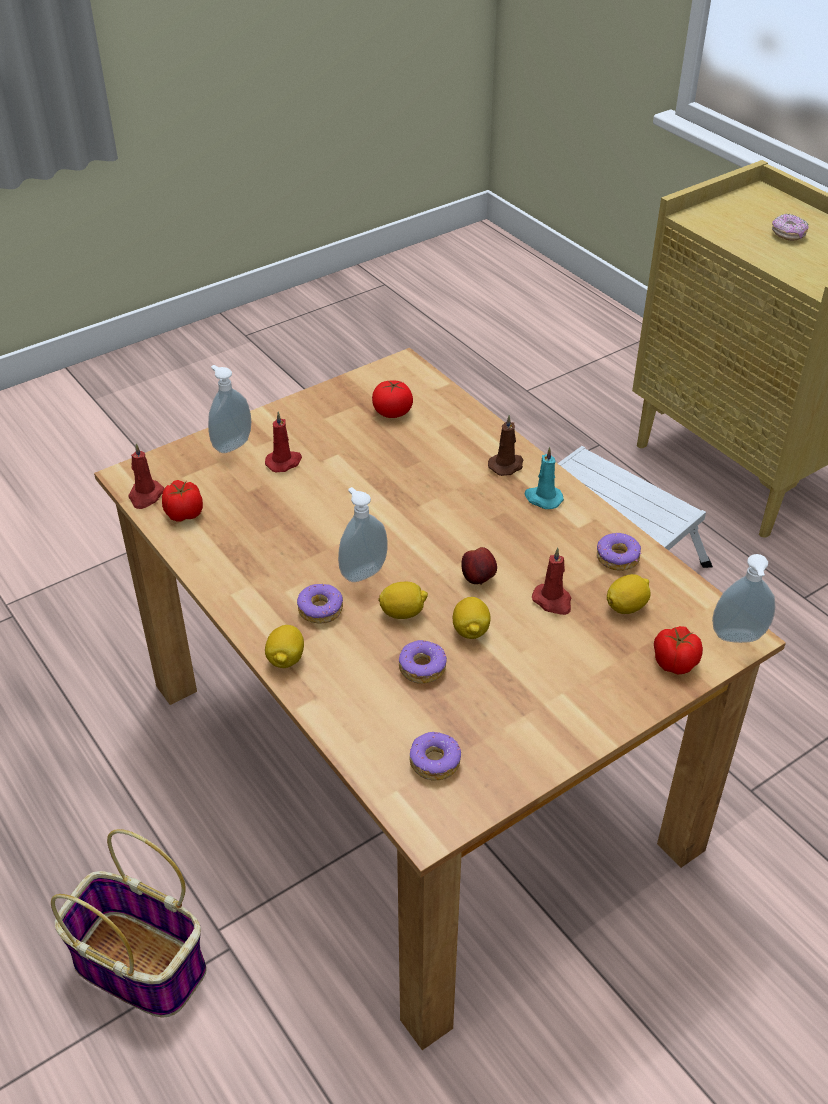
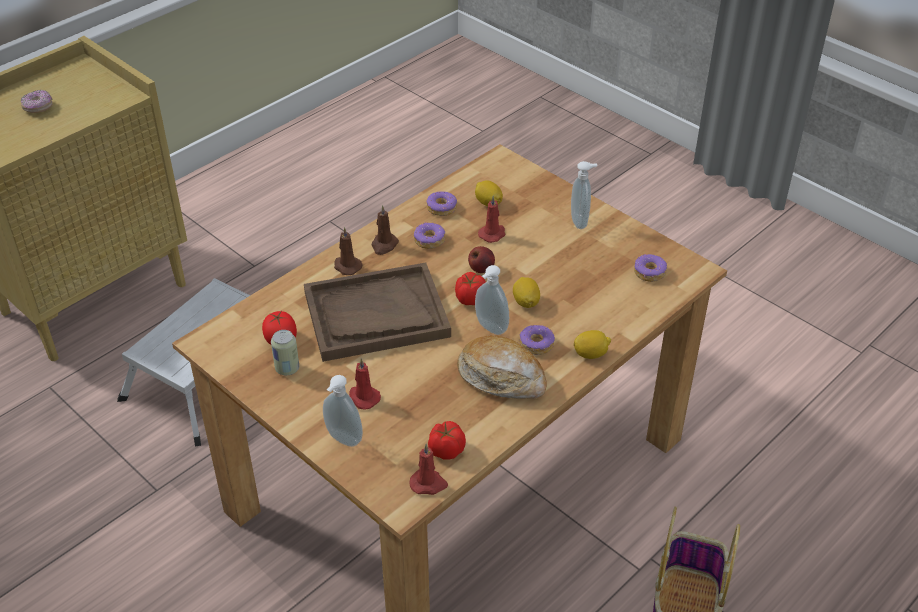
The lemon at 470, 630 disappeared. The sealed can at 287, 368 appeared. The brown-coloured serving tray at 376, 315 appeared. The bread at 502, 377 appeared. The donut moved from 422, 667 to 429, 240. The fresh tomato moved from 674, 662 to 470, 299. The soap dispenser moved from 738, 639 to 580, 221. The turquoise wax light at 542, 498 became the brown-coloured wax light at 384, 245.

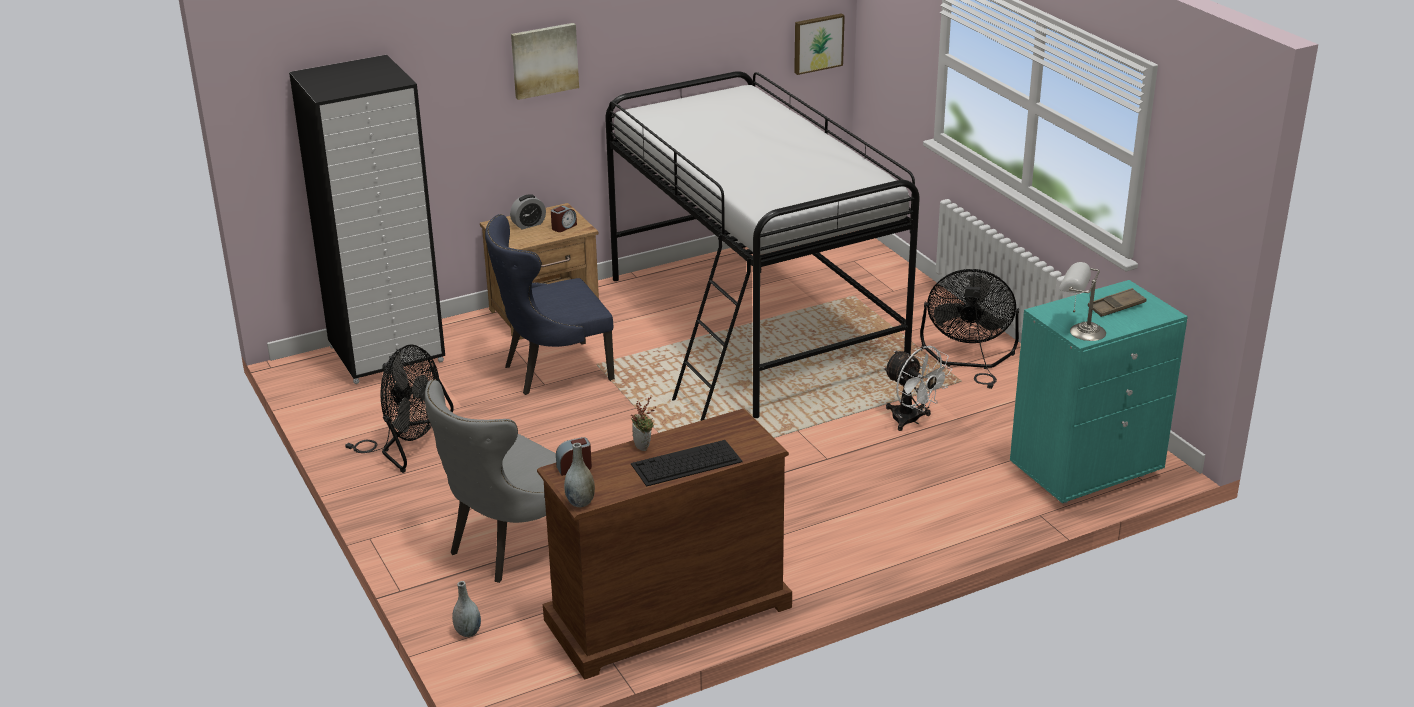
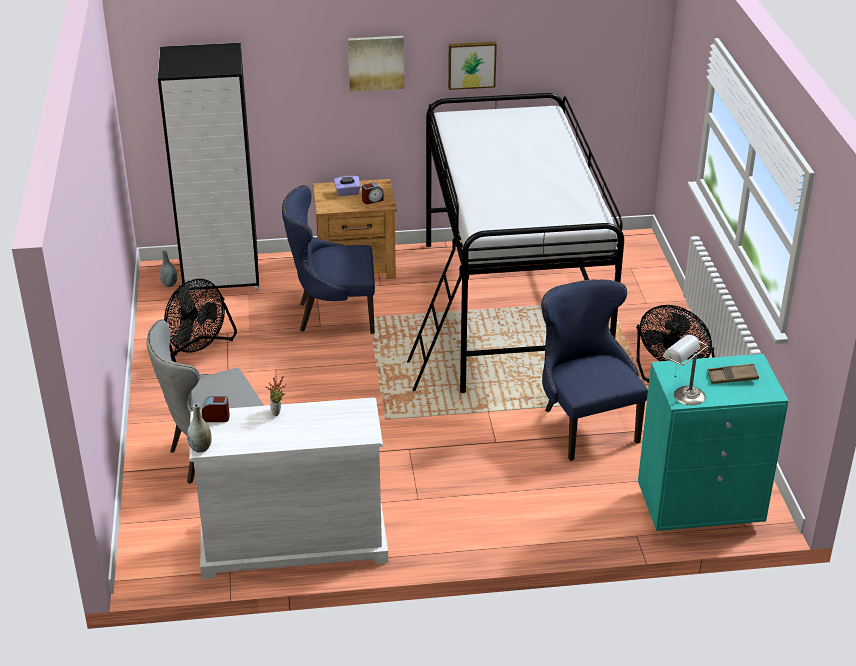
The keyboard at 685, 463 disappeared. The grey decorative vase moved from 468, 632 to 169, 284. The picture moved from 817, 43 to 471, 64. The table clock at 528, 224 was replaced by the purplish tissue box at 347, 192. The whitish electric fan at 911, 421 was replaced by the bluish upright chair at 585, 425. The brown-coloured drawer chest at 667, 615 became the whitish drawer chest at 292, 543.

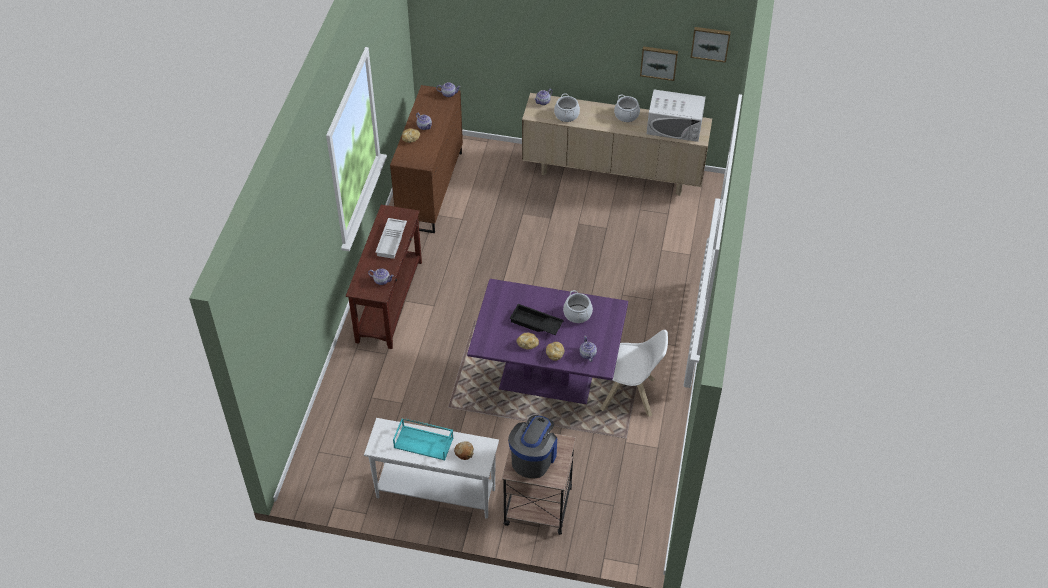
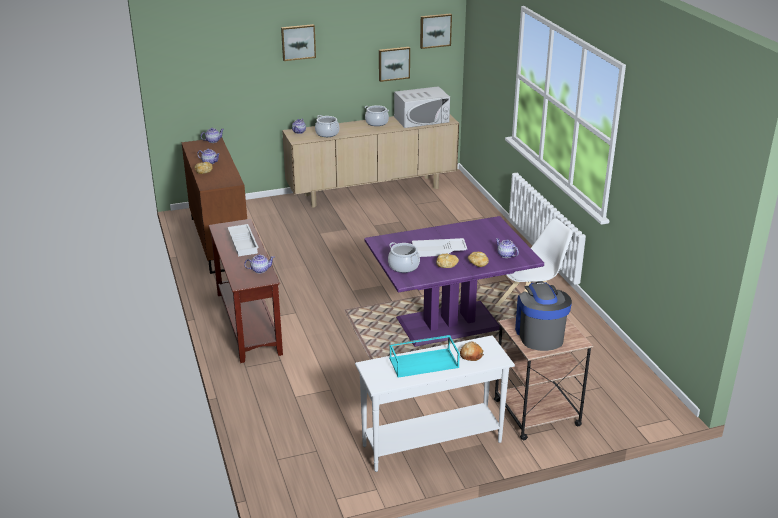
The picture at 298, 42 appeared. The saucepot moved from 577, 314 to 403, 266. The black serving tray at 535, 323 became the whitish serving tray at 438, 251.

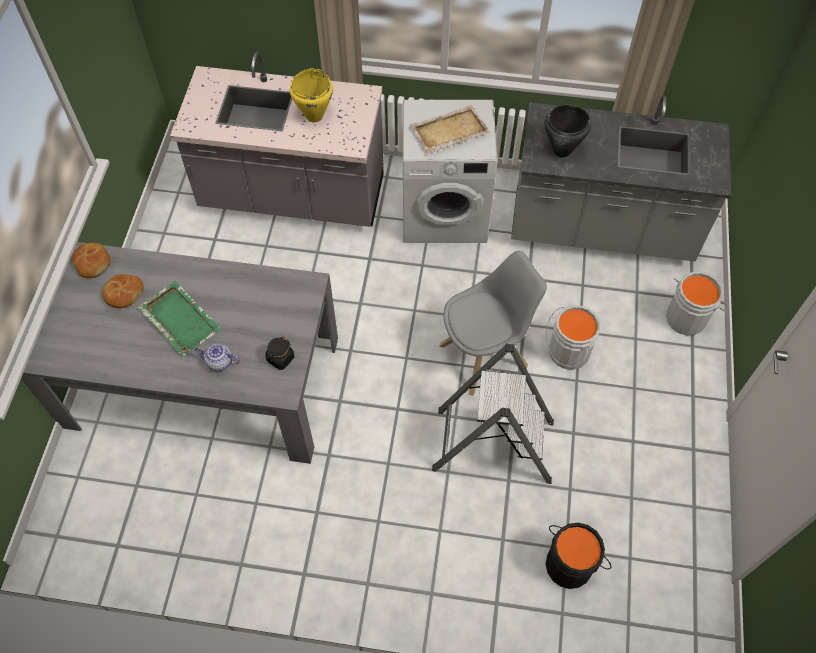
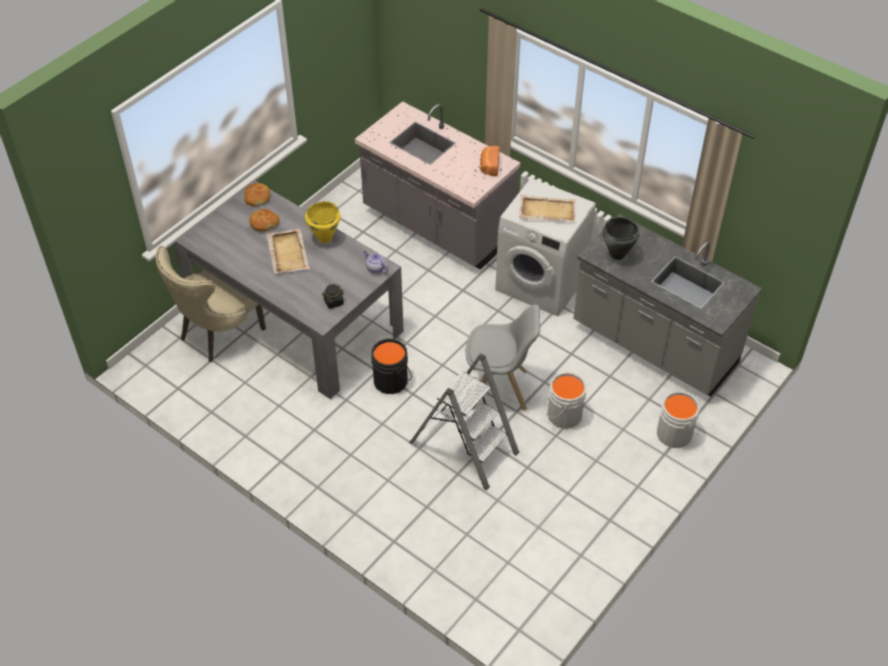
The beige upright chair at 218, 333 appeared. The bread at 489, 166 appeared. The teapot moved from 219, 362 to 375, 268. The yellow-coloured saucepot moved from 314, 116 to 324, 238. The black pail moved from 570, 563 to 392, 380. The green serving tray at 179, 319 became the beige serving tray at 288, 252.

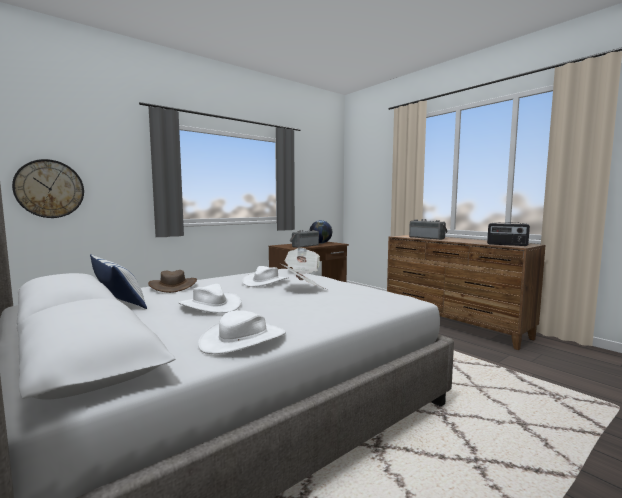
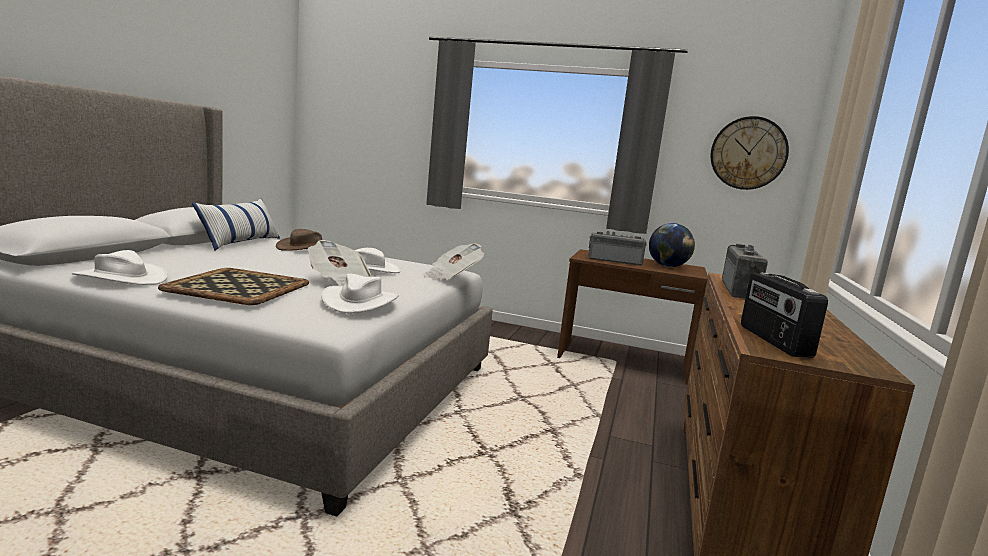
The serving tray at 238, 286 appeared. The wall clock moved from 49, 189 to 748, 153. The whitish clothing hat moved from 210, 305 to 360, 301.

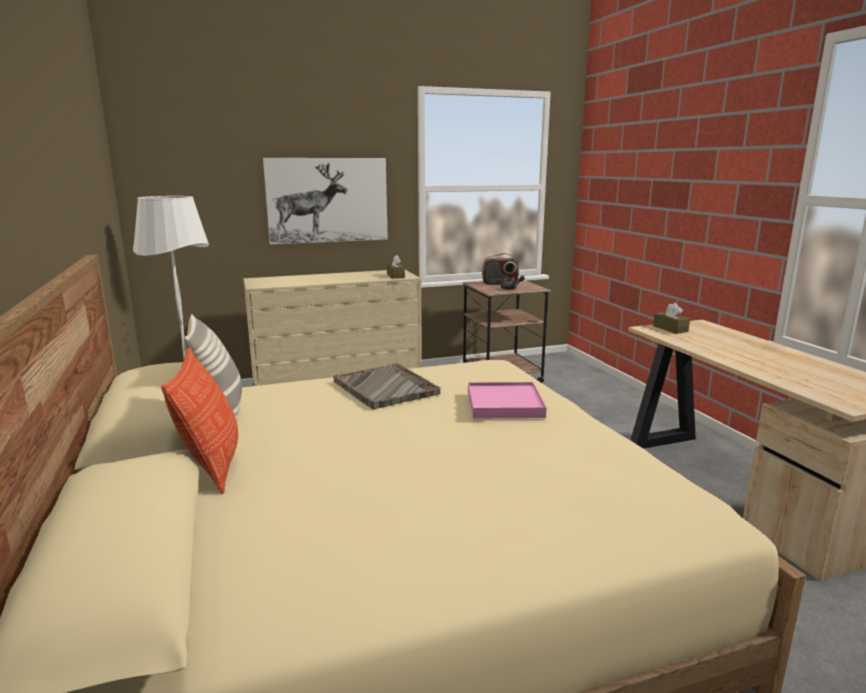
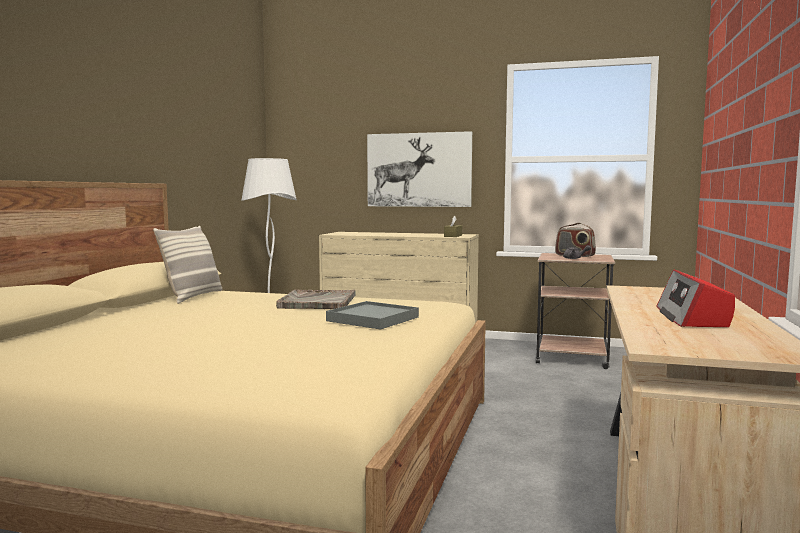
The orange-coloured cushion at 212, 466 disappeared. The brown-coloured tissue box at 670, 329 disappeared. The radio at 692, 317 appeared. The pinkish serving tray at 504, 404 became the grey serving tray at 372, 319.

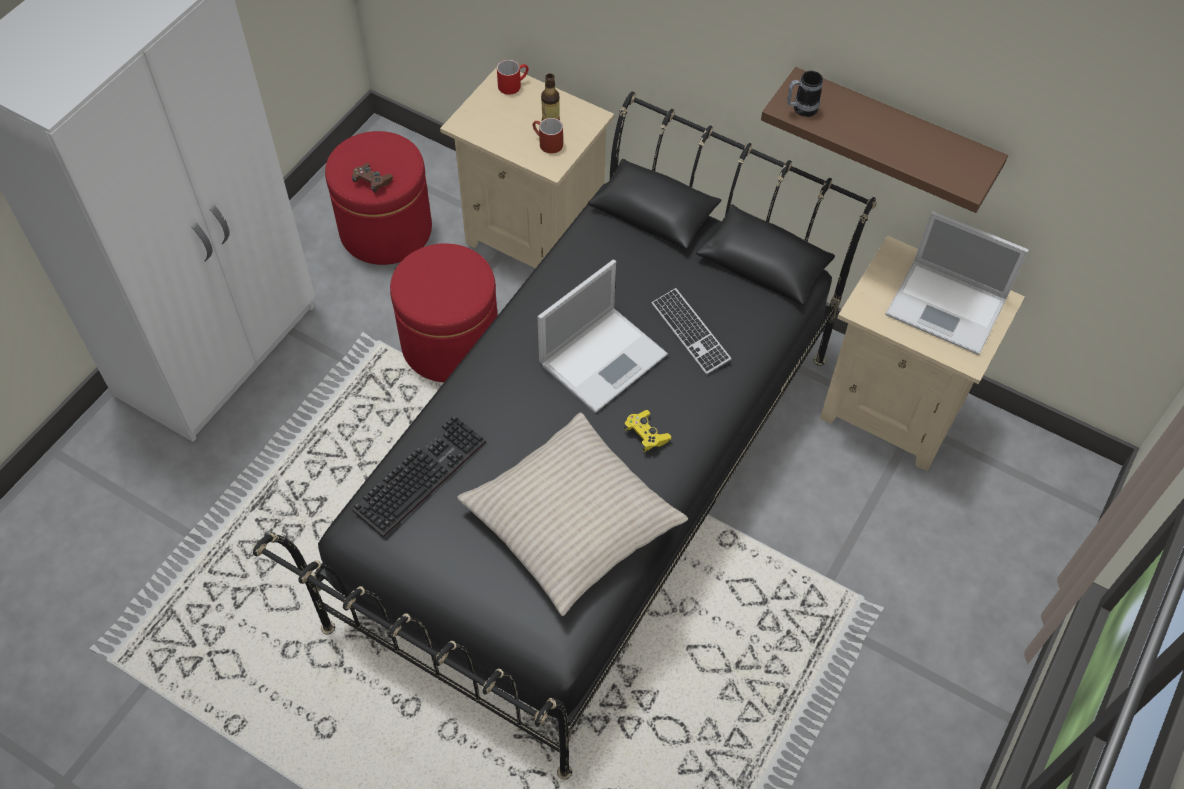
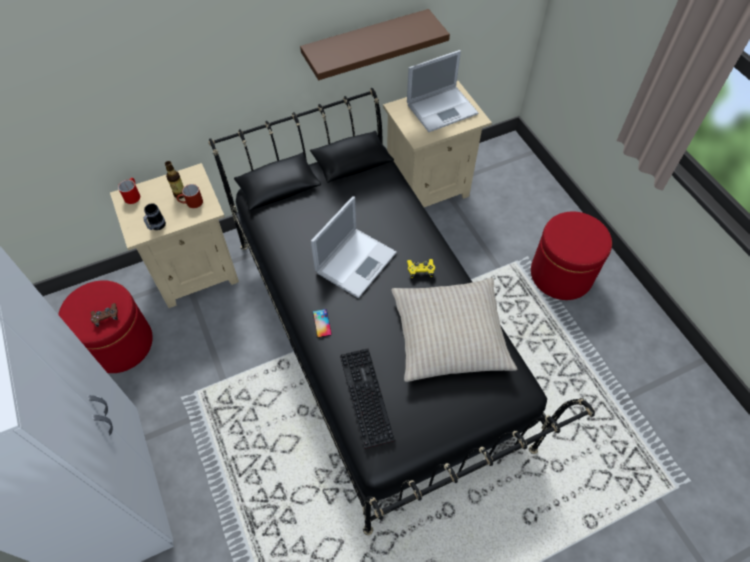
The keyboard at 690, 332 disappeared. The telephone at 322, 323 appeared. The red-coloured footrest moved from 450, 343 to 561, 274. The tea mug moved from 800, 109 to 156, 227. The laptop at 604, 357 turned 45 degrees clockwise.

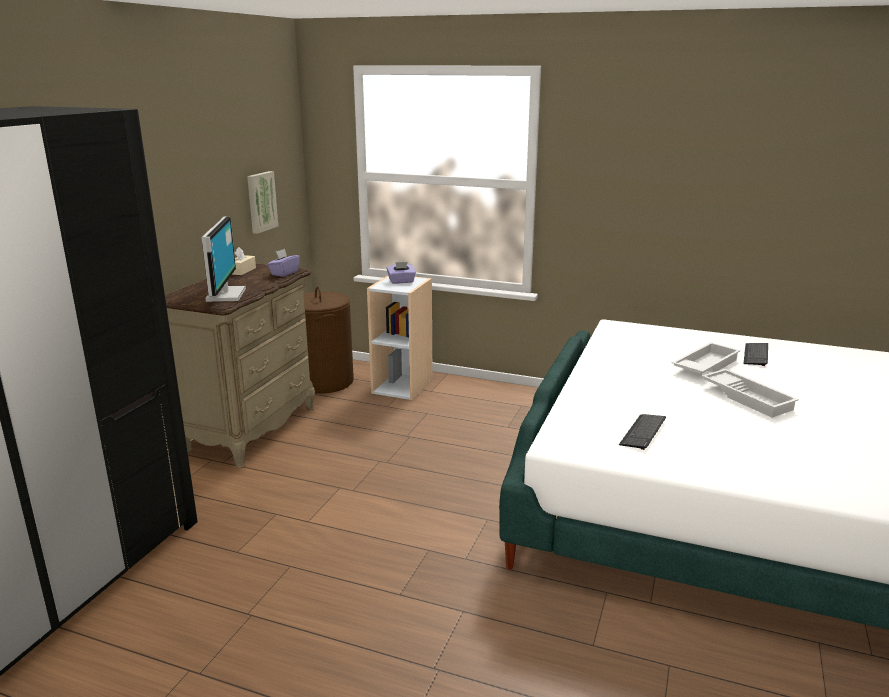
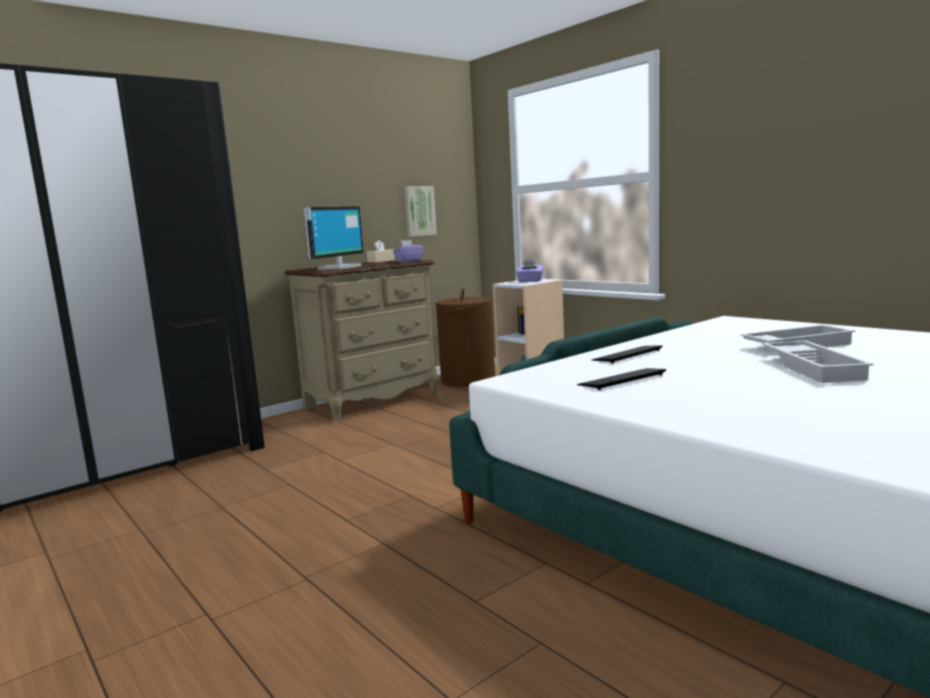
The keyboard moved from 755, 355 to 627, 355.

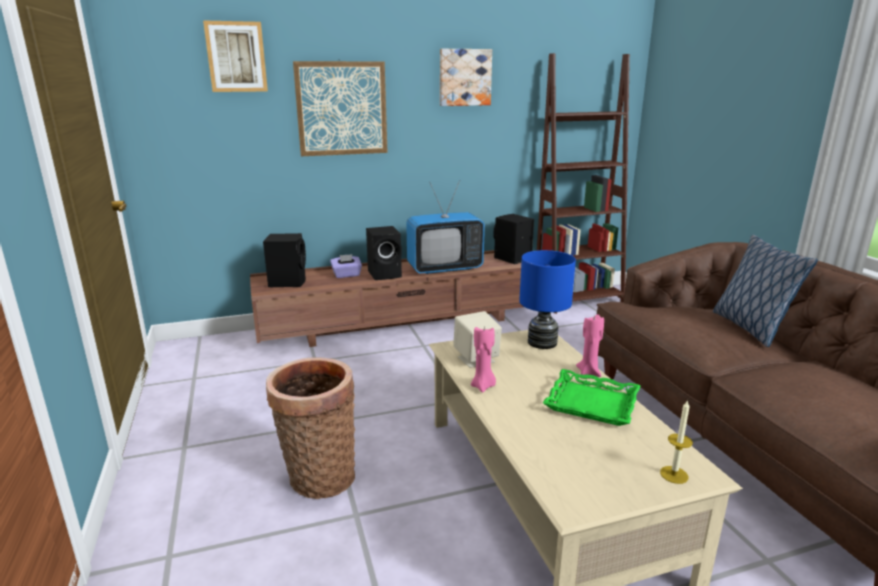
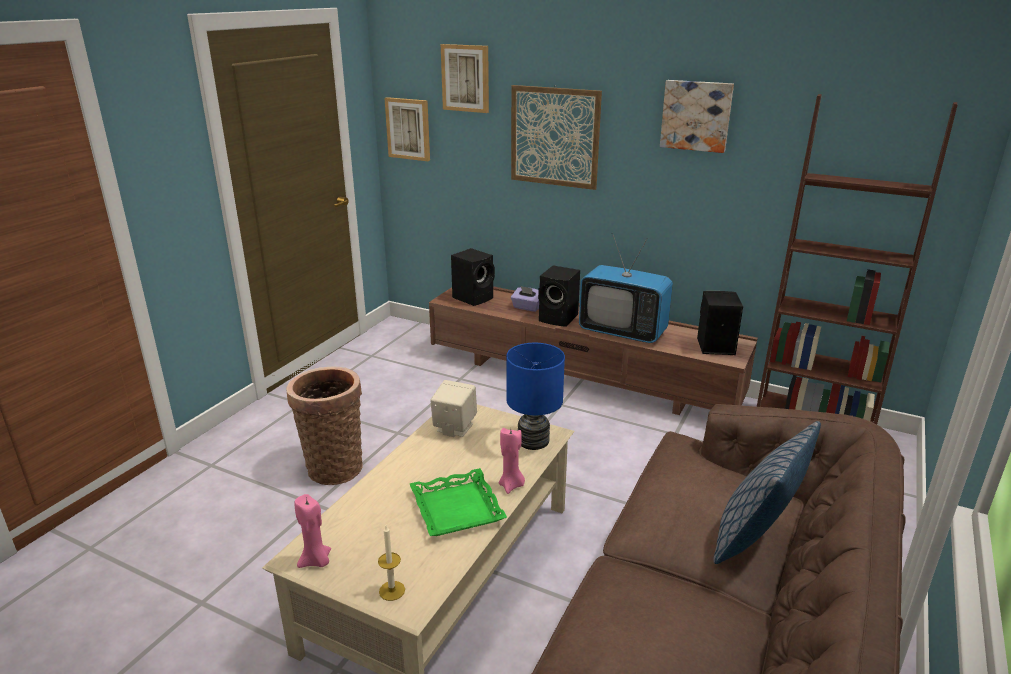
The picture at 408, 129 appeared. The pinkish wax light moved from 483, 386 to 316, 561.

